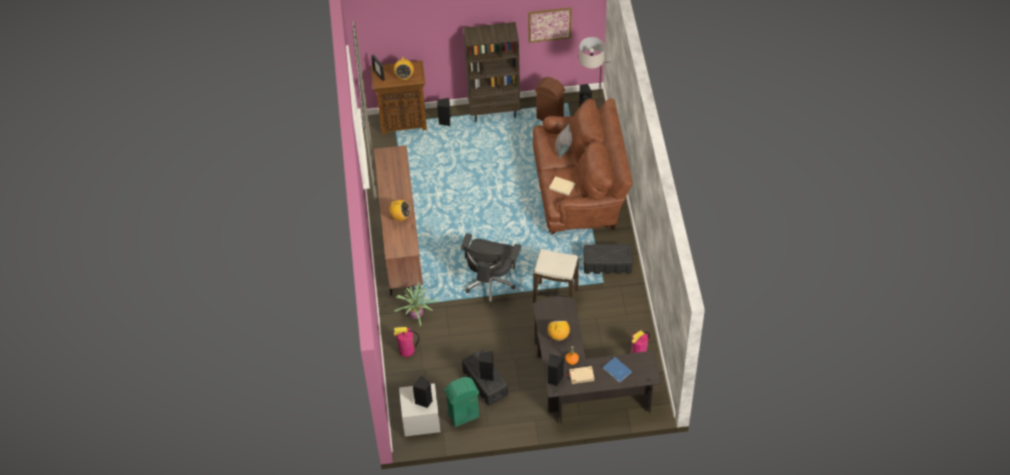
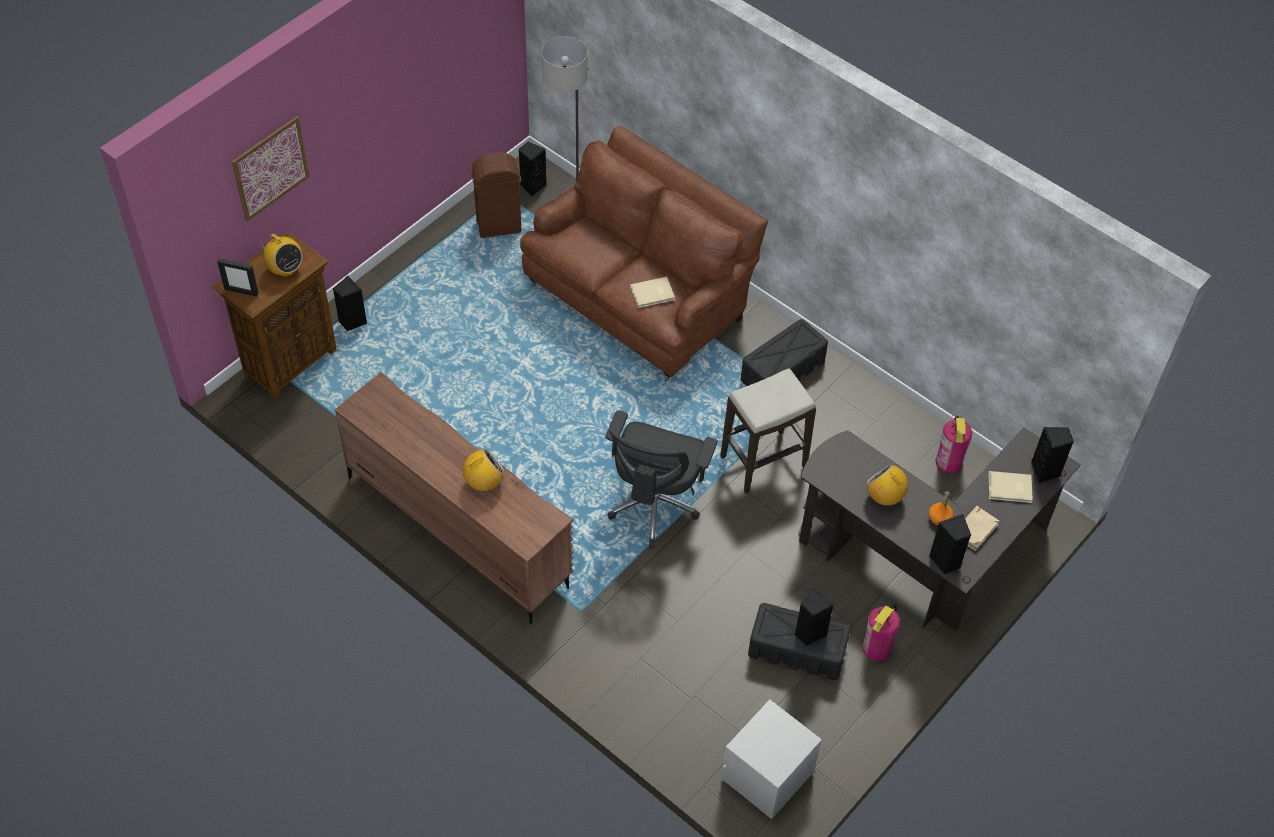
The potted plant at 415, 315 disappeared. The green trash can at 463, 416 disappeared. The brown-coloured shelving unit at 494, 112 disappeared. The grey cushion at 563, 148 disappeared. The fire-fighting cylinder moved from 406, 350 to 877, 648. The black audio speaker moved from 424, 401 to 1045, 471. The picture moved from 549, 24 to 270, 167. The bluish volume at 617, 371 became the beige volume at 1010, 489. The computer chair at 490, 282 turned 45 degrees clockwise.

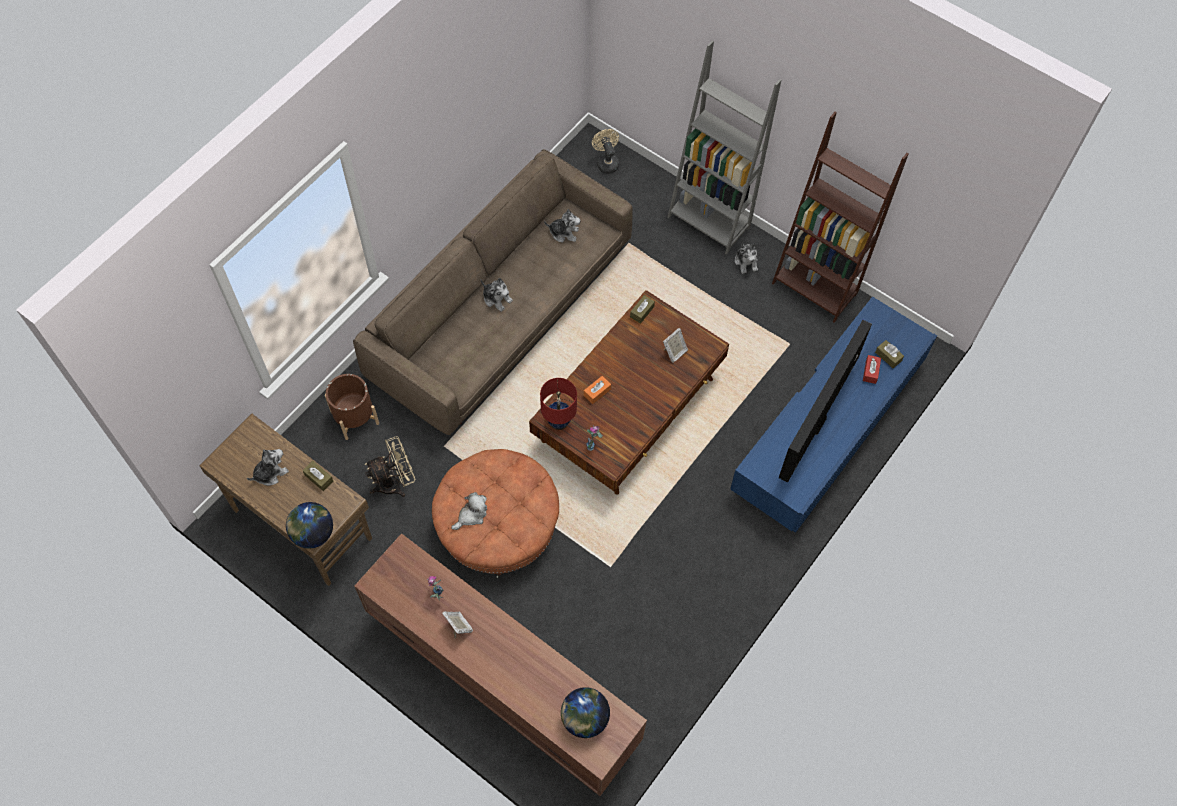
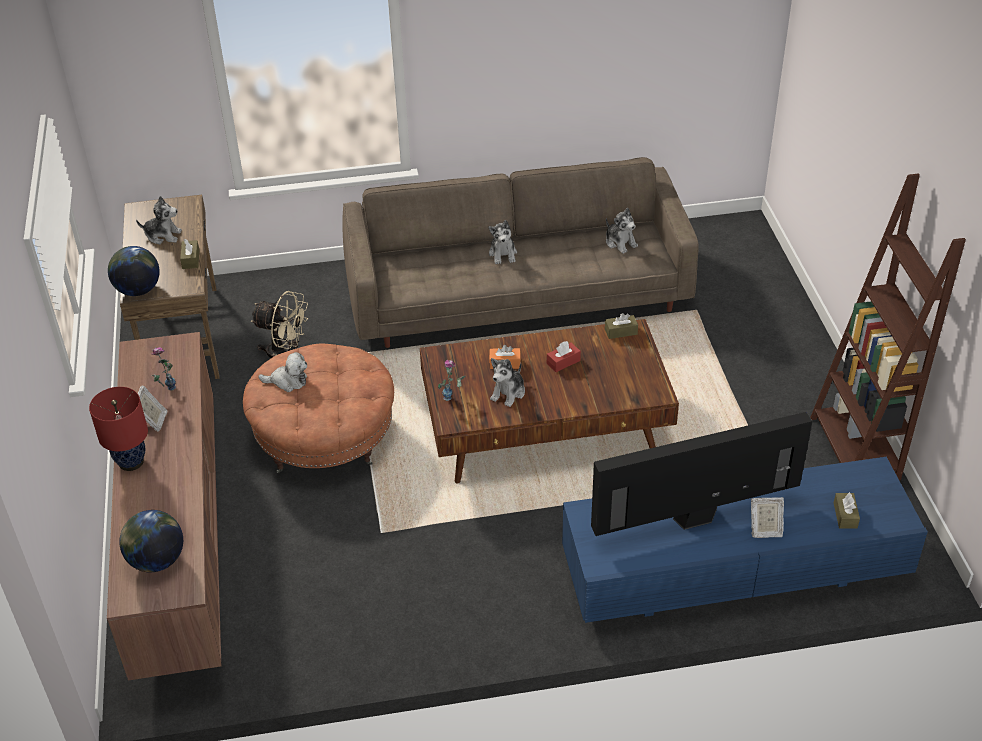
The brown-coloured flower pot at 355, 417 disappeared. The beige electric fan at 606, 162 disappeared. The grey shelving unit at 709, 221 disappeared. The red-coloured table lamp moved from 559, 421 to 131, 462. The photo frame moved from 674, 352 to 764, 530. The plush toy moved from 746, 262 to 508, 393. The red-coloured tissue box moved from 870, 372 to 563, 362.

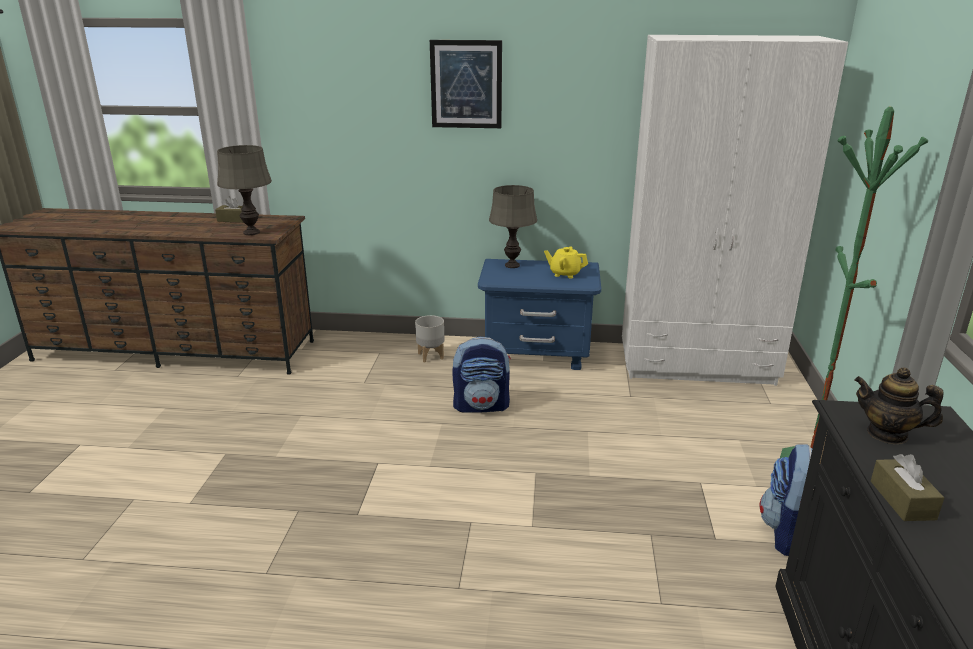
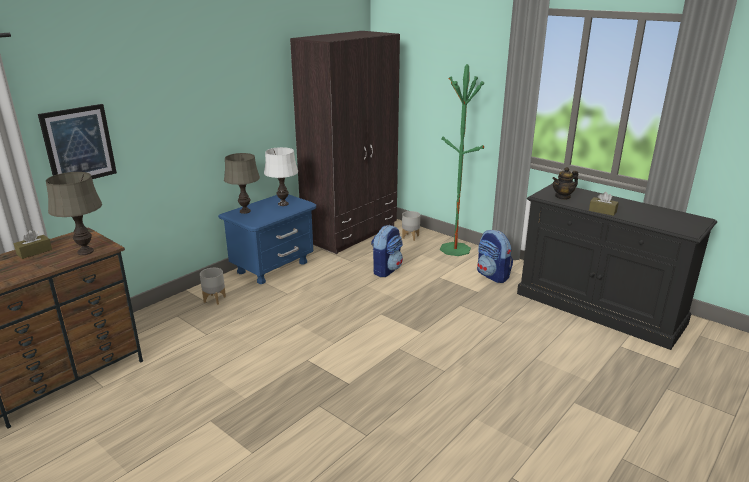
The grey flower pot at 410, 237 appeared. The picture moved from 466, 84 to 78, 145. The backpack moved from 481, 406 to 386, 270. The yellow-coloured teapot at 565, 274 was replaced by the whitish table lamp at 283, 204. The whitish clothes cupboard at 697, 365 became the brown-coloured clothes cupboard at 351, 234.

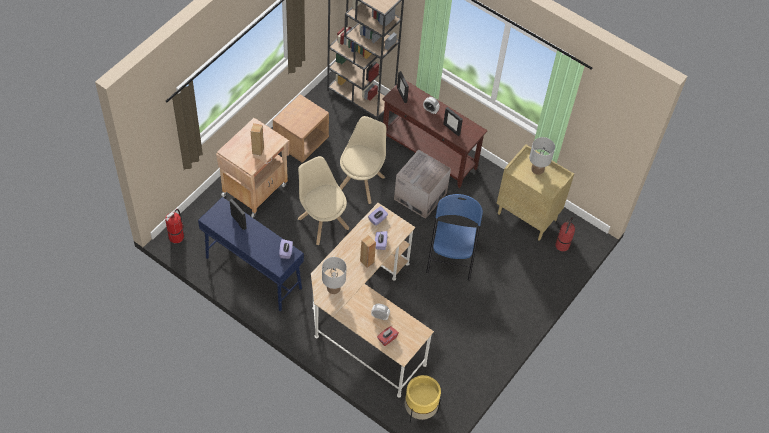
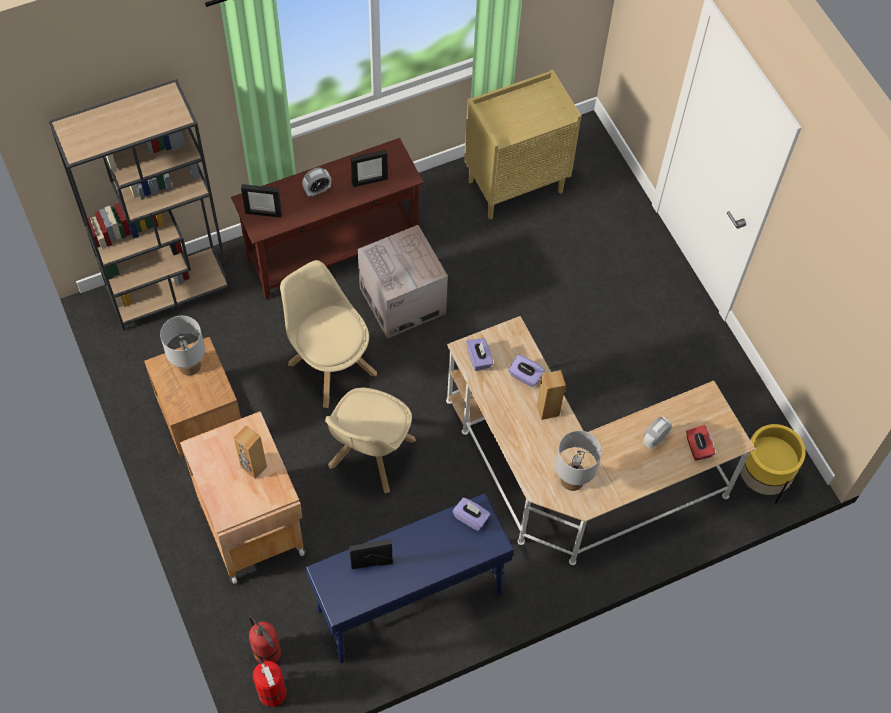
The bluish upright chair at 451, 256 disappeared. The grey table lamp moved from 537, 169 to 190, 366. The fire-fighting cylinder moved from 562, 246 to 268, 653. The beige upright chair at 322, 221 turned 60 degrees counterclockwise.

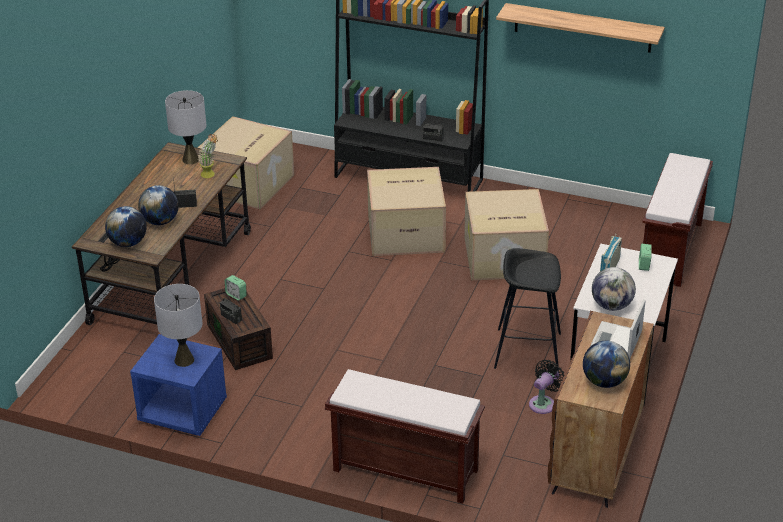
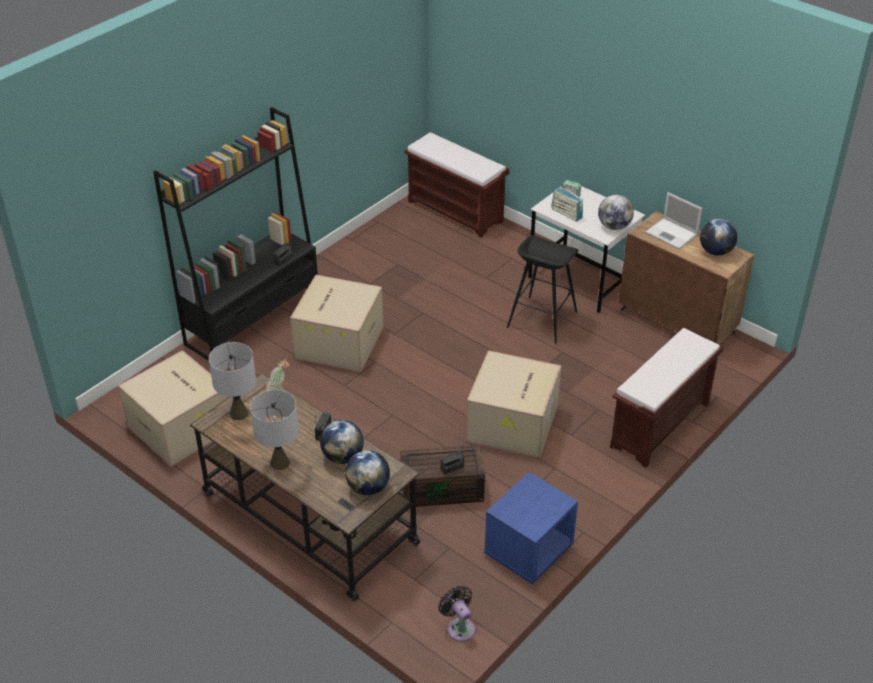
The table clock at 236, 295 disappeared. The shelf at 582, 28 disappeared. The grey table lamp moved from 184, 360 to 279, 463. The packing box moved from 503, 257 to 513, 425. The black electric fan moved from 544, 403 to 459, 627.

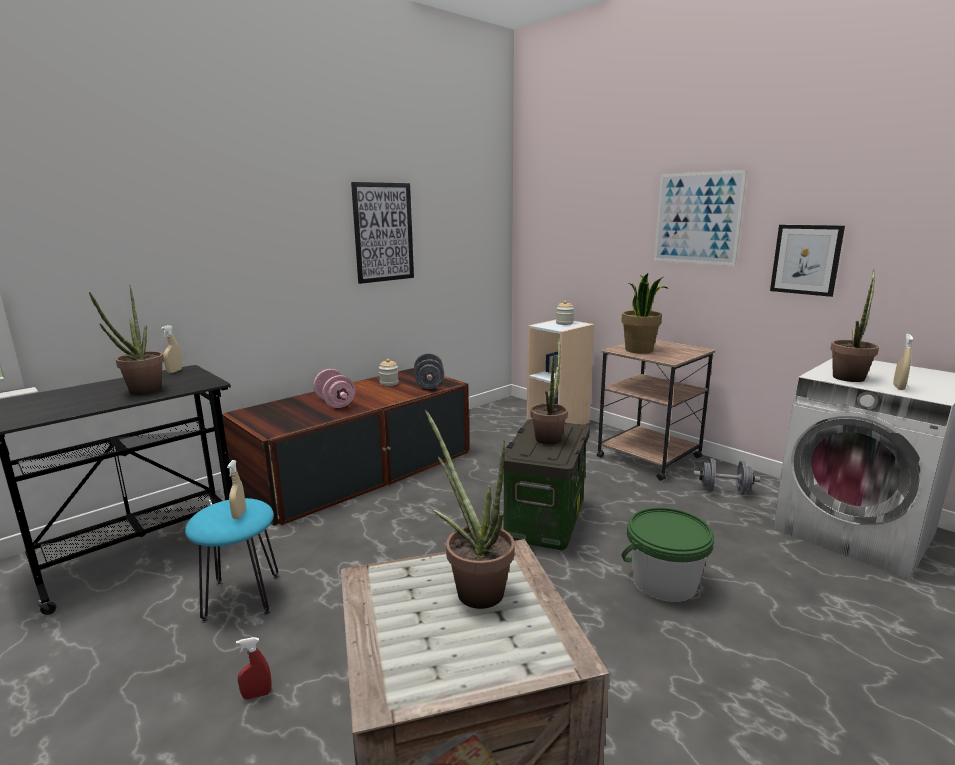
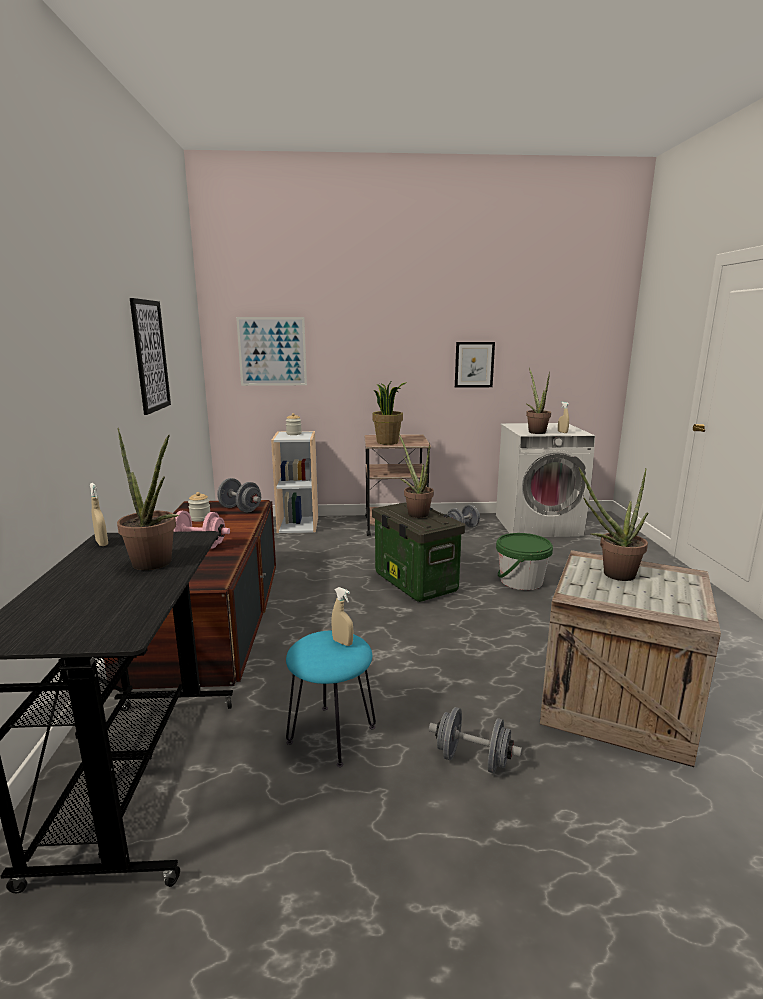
The picture moved from 697, 218 to 272, 351. The red-coloured sprayer at 257, 695 was replaced by the grey free weight at 472, 759.

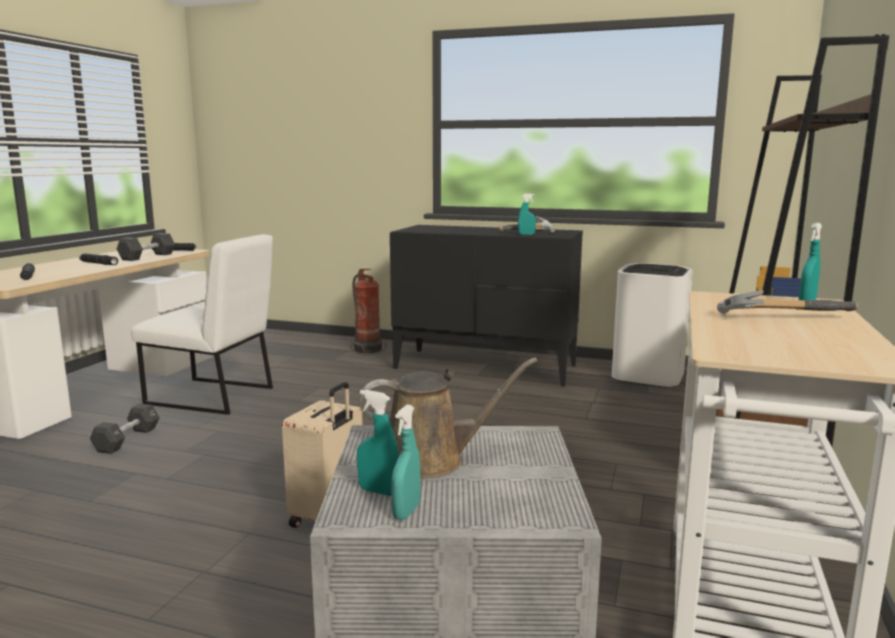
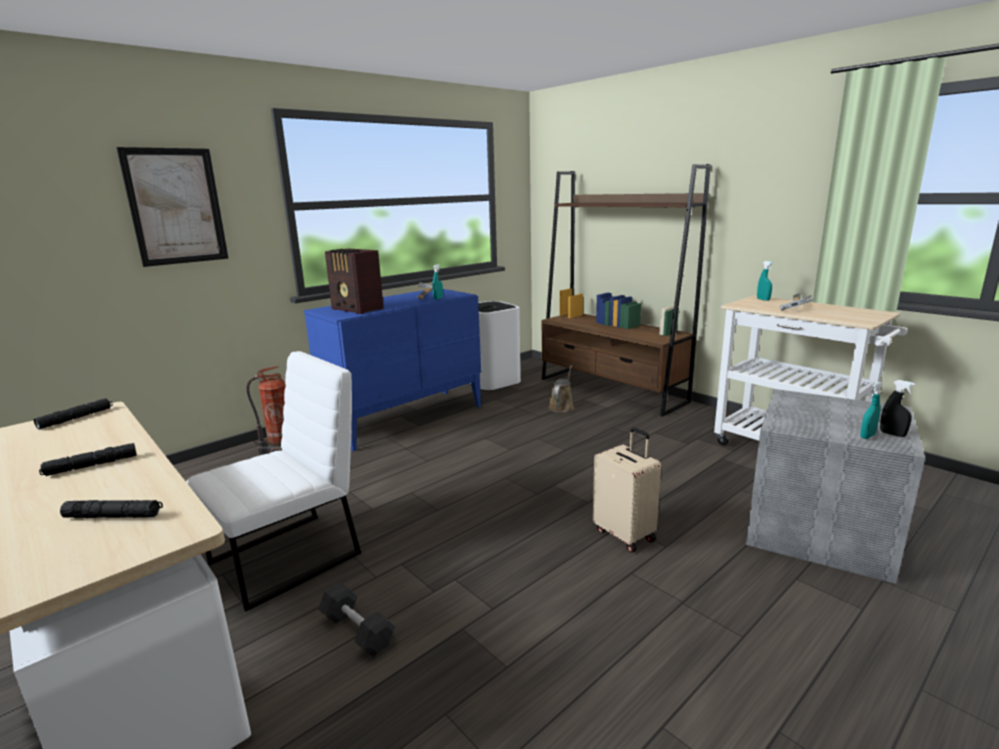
The black free weight at 147, 257 disappeared. The picture at 176, 206 appeared. The radio at 357, 309 appeared. The brown-coloured watering pot moved from 431, 459 to 561, 406. The black storage cabinet at 485, 367 became the bluish storage cabinet at 405, 418. The turquoise sprayer at 406, 512 became the black sprayer at 892, 434.

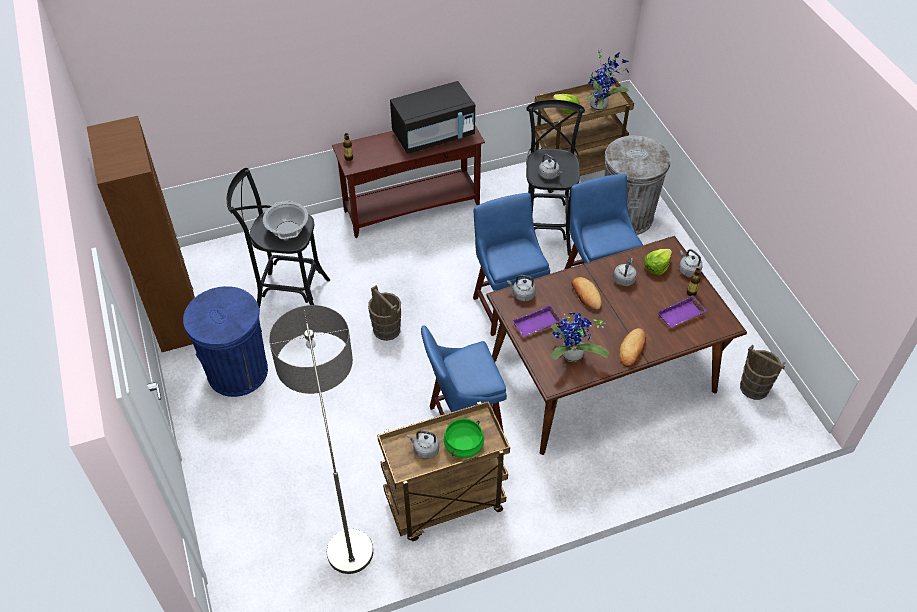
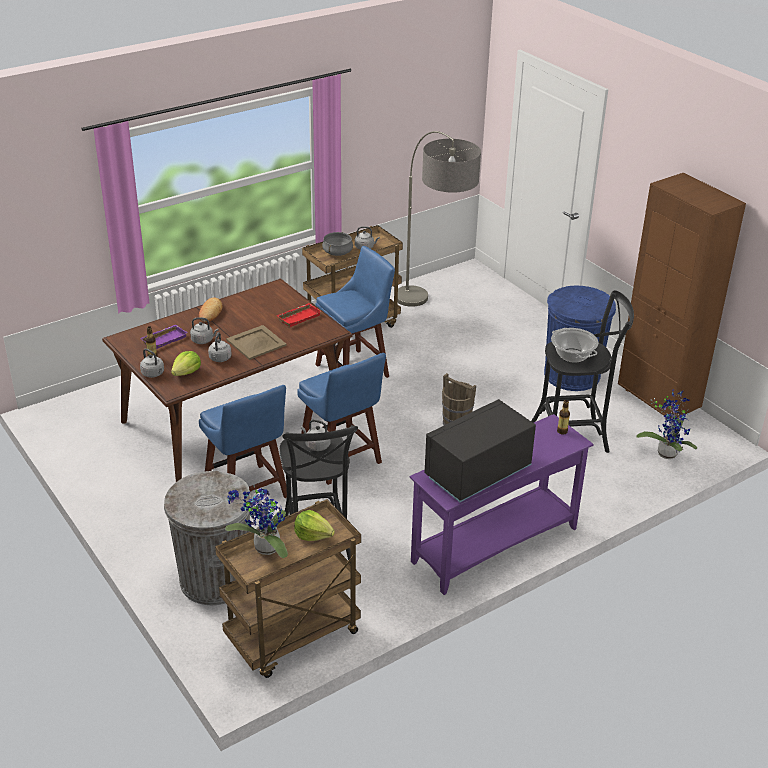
The brown-coloured pail at 754, 387 disappeared. The grey tea kettle moved from 522, 294 to 203, 340. The potted plant moved from 571, 357 to 666, 452. The bread at 586, 295 was replaced by the beige serving tray at 256, 342. The brown-coloured hall table at 412, 207 became the purplish hall table at 494, 545. The green saucepot at 464, 445 became the grey saucepot at 337, 252. The purplish serving tray at 536, 325 became the red-coloured serving tray at 299, 317.

